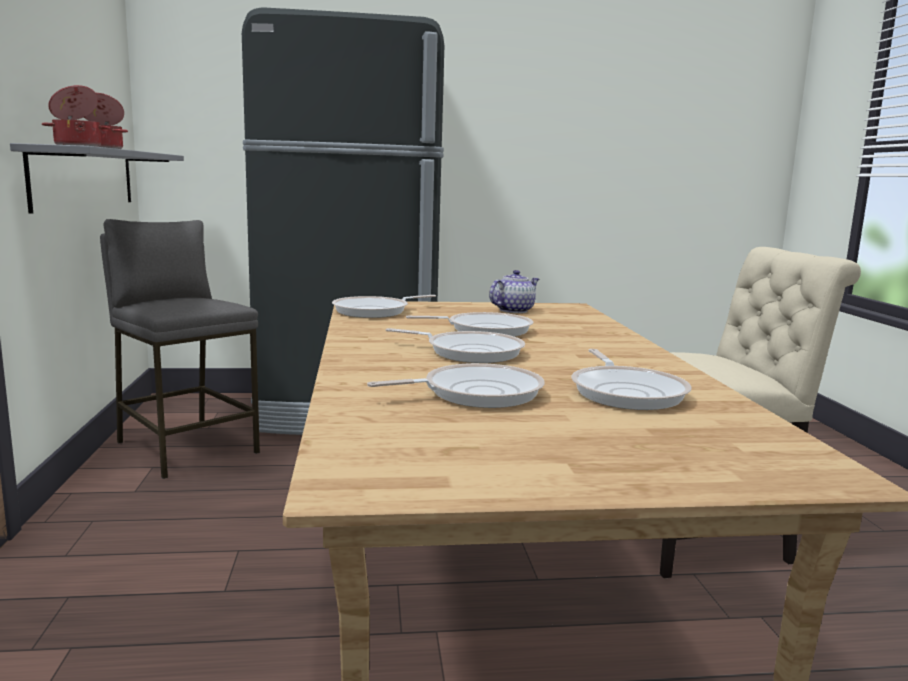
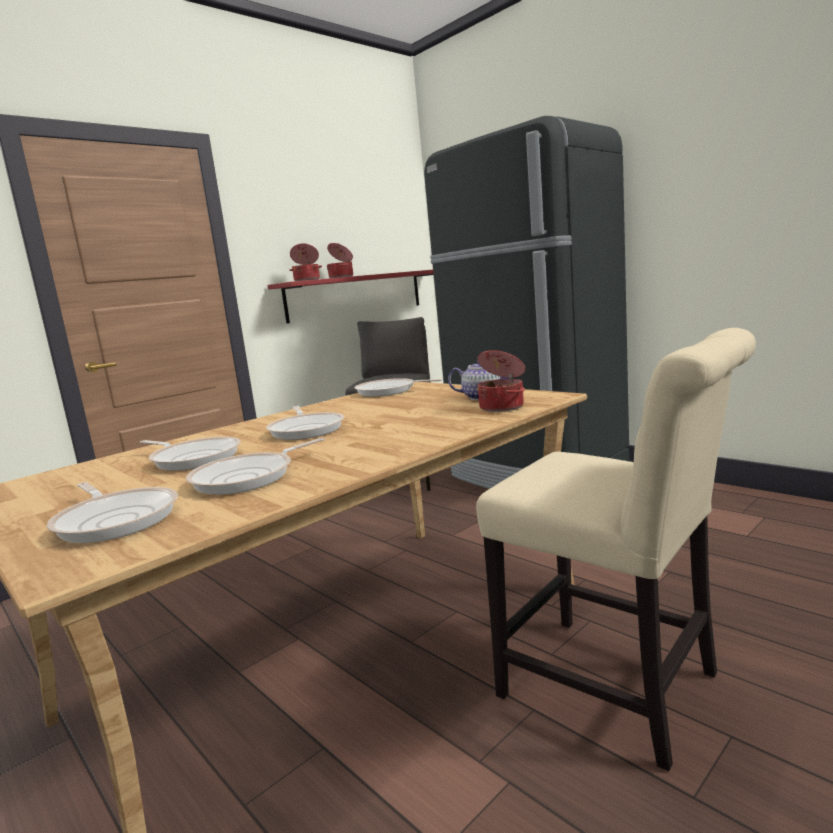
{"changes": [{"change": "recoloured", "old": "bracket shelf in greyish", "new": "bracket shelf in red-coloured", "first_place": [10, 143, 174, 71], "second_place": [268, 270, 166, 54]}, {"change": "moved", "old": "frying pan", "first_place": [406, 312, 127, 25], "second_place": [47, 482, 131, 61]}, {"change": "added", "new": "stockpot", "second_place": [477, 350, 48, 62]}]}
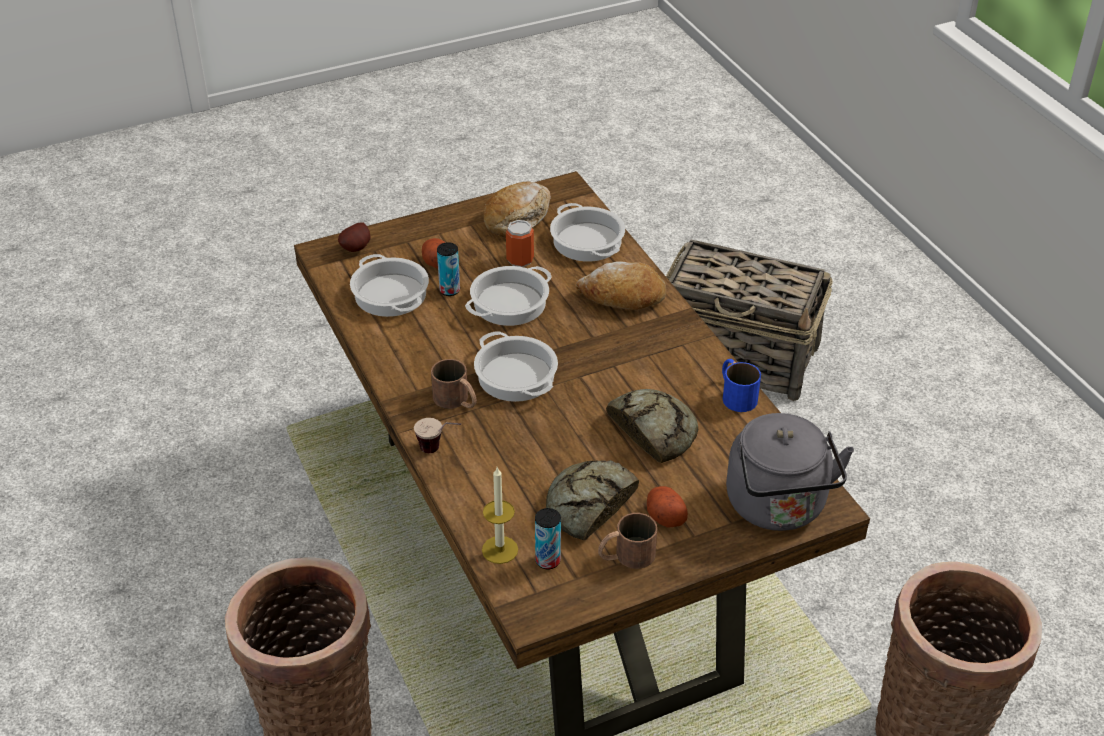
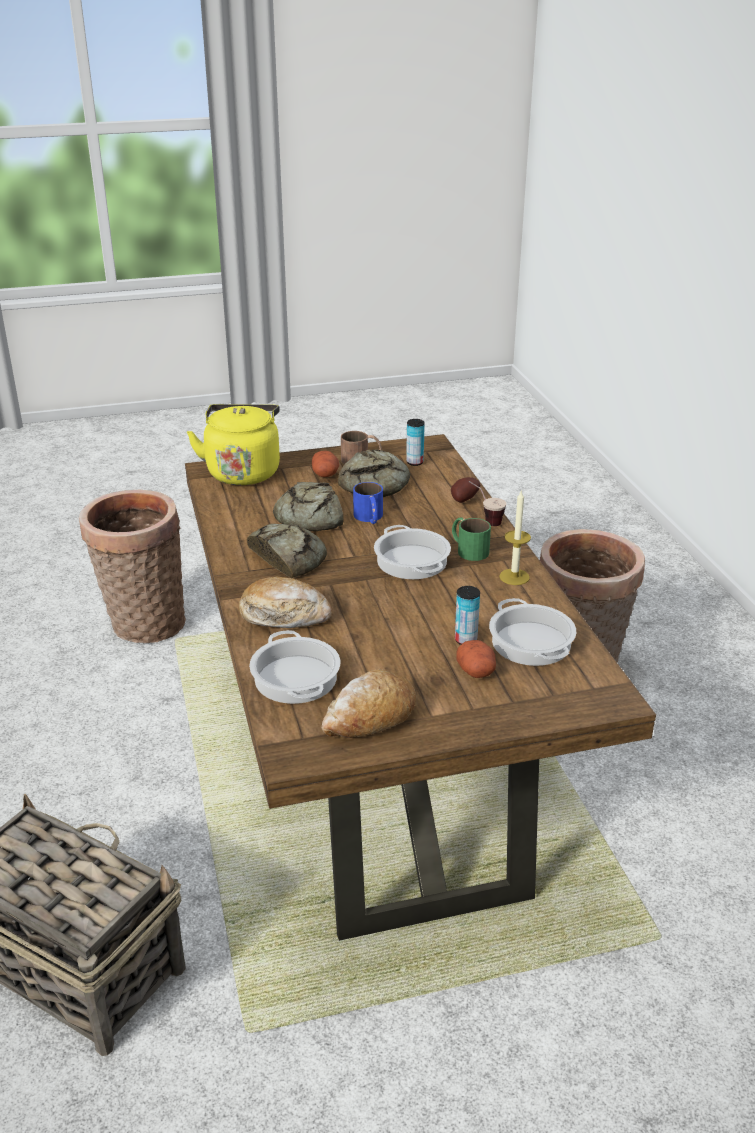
{"changes": [{"change": "removed", "old": "sealed can", "first_place": [506, 220, 28, 47]}, {"change": "moved", "old": "potato", "first_place": [338, 222, 33, 30], "second_place": [451, 477, 29, 26]}, {"change": "removed", "old": "stockpot", "first_place": [465, 266, 86, 60]}, {"change": "recoloured", "old": "coffee mug in brown-coloured", "new": "coffee mug in green", "first_place": [431, 359, 46, 50], "second_place": [452, 518, 39, 43]}, {"change": "moved", "old": "coffee mug in blue-coloured", "first_place": [722, 359, 39, 53], "second_place": [353, 482, 30, 42]}, {"change": "recoloured", "old": "water kettle in greyish", "new": "water kettle in yellow-coloured", "first_place": [726, 413, 128, 118], "second_place": [187, 404, 93, 81]}, {"change": "moved", "old": "wax candle", "first_place": [482, 467, 36, 97], "second_place": [499, 491, 32, 94]}, {"change": "added", "new": "bread", "second_place": [247, 524, 80, 54]}]}
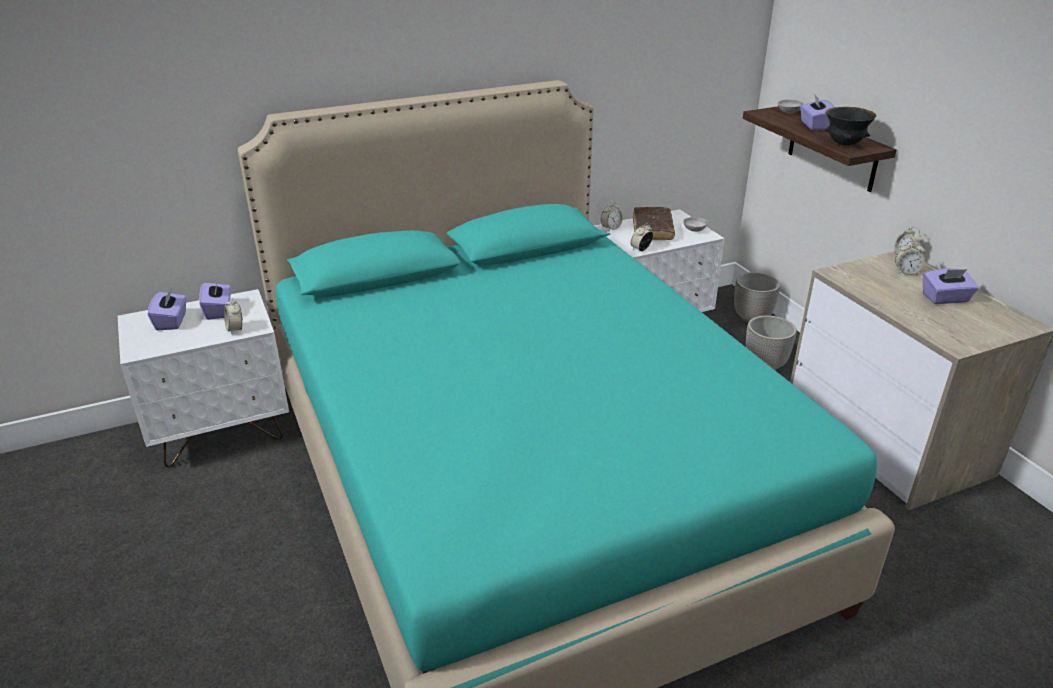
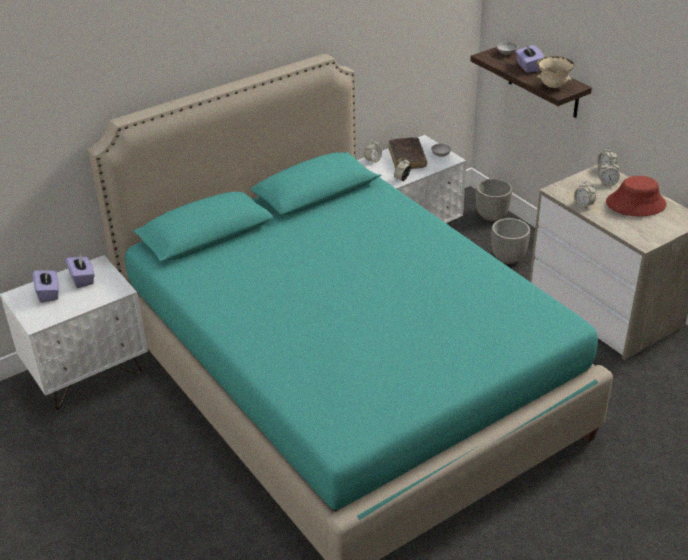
{"changes": [{"change": "recoloured", "old": "serving bowl in blackish", "new": "serving bowl in sand-coloured", "first_place": [824, 107, 52, 39], "second_place": [537, 56, 38, 32]}, {"change": "replaced", "old": "tissue holder in purplish", "new": "clothing hat in red-coloured", "first_place": [923, 268, 56, 36], "second_place": [606, 176, 61, 40]}, {"change": "moved", "old": "alarm clock", "first_place": [224, 297, 19, 37], "second_place": [574, 181, 22, 28]}]}
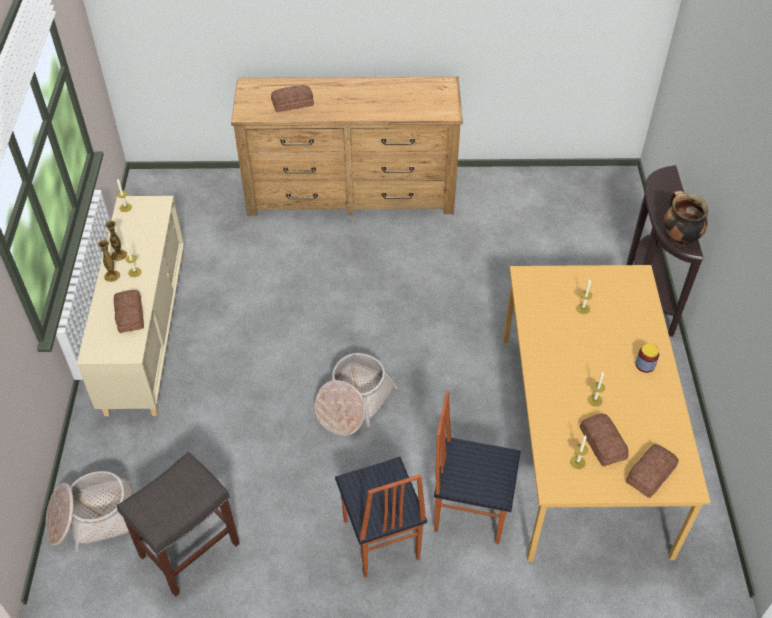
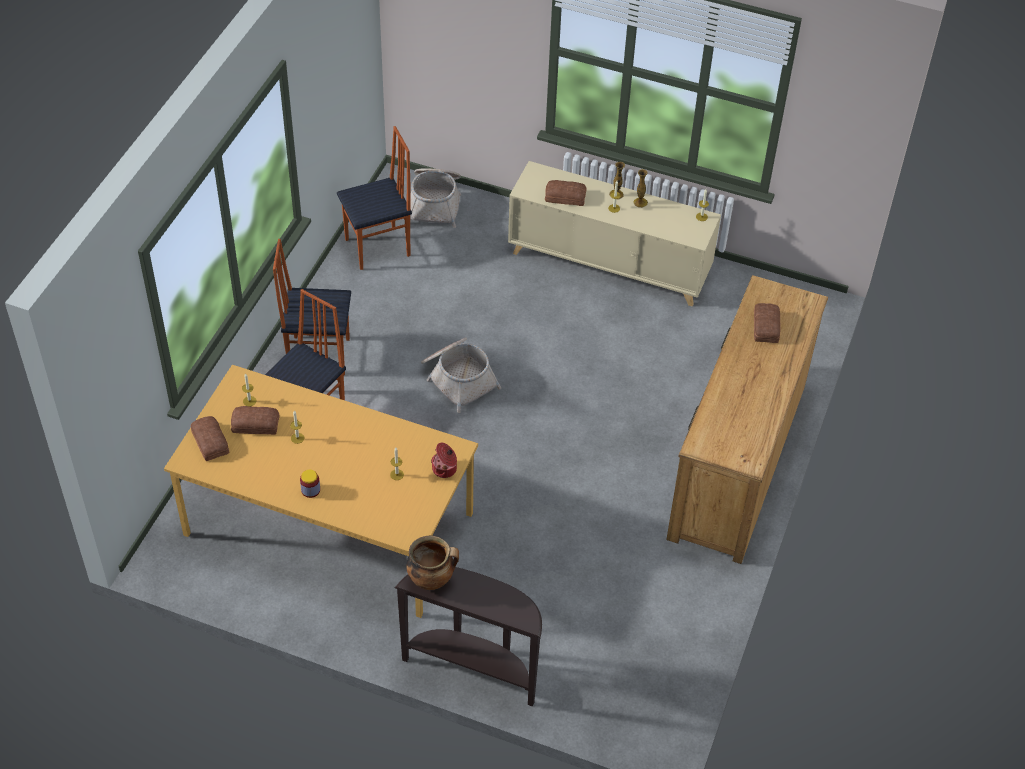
{"changes": [{"change": "replaced", "old": "stool in greyish", "new": "chair", "first_place": [117, 452, 123, 145], "second_place": [337, 126, 75, 144]}, {"change": "added", "new": "stockpot", "second_place": [431, 443, 26, 35]}]}
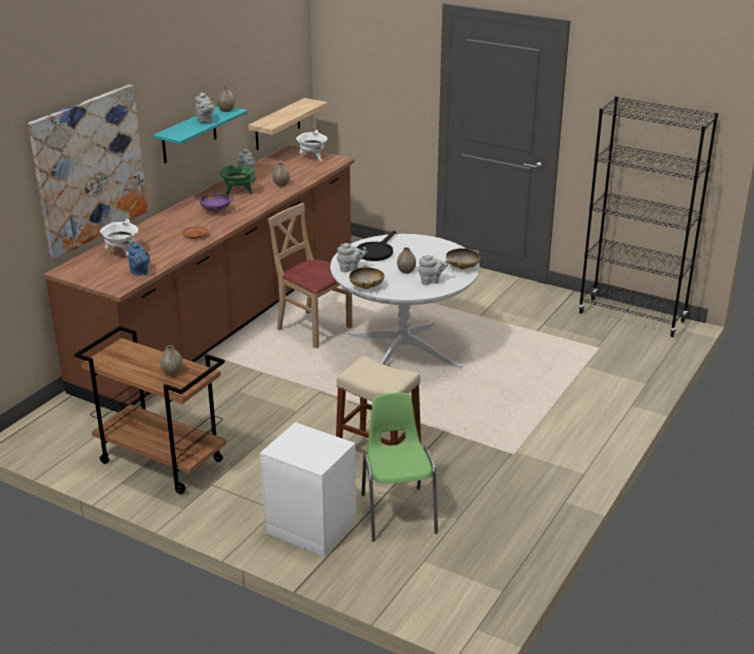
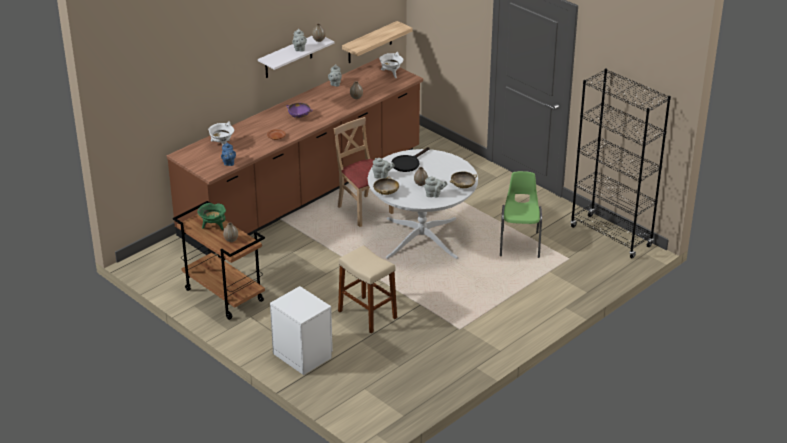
{"changes": [{"change": "removed", "old": "wall picture", "first_place": [28, 84, 119, 176]}, {"change": "recoloured", "old": "bracket shelf in blue-green", "new": "bracket shelf in white", "first_place": [153, 106, 95, 57], "second_place": [258, 36, 77, 42]}, {"change": "moved", "old": "stockpot in green", "first_place": [219, 165, 37, 30], "second_place": [197, 203, 29, 27]}, {"change": "moved", "old": "chair in green", "first_place": [362, 393, 76, 149], "second_place": [500, 171, 42, 87]}]}
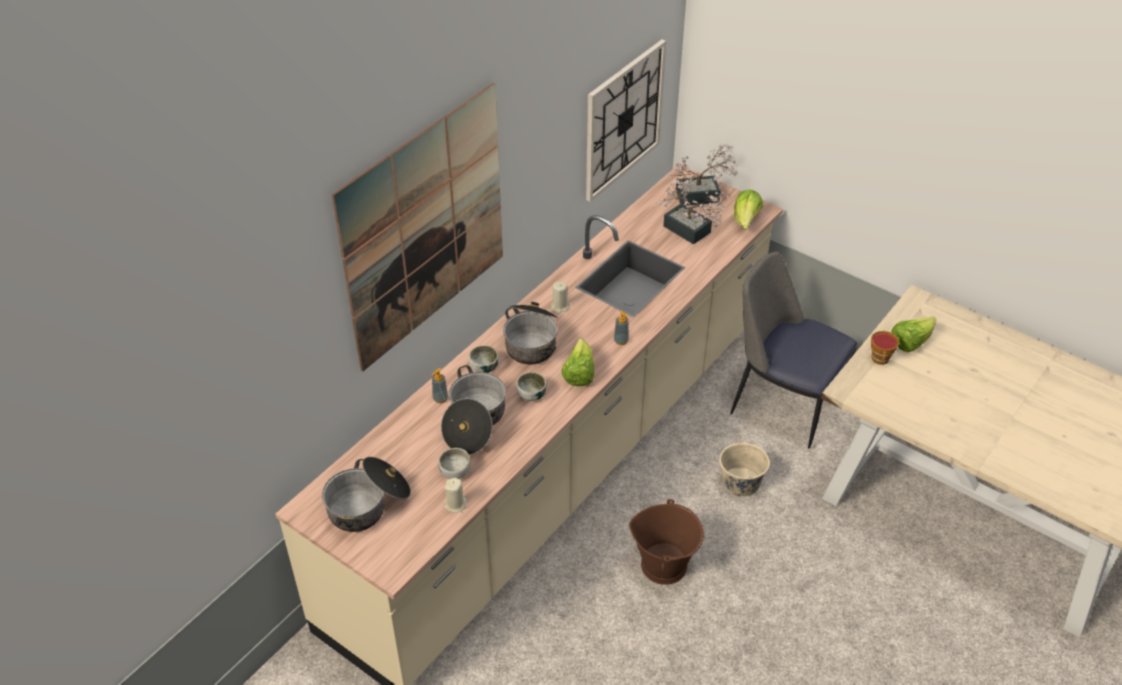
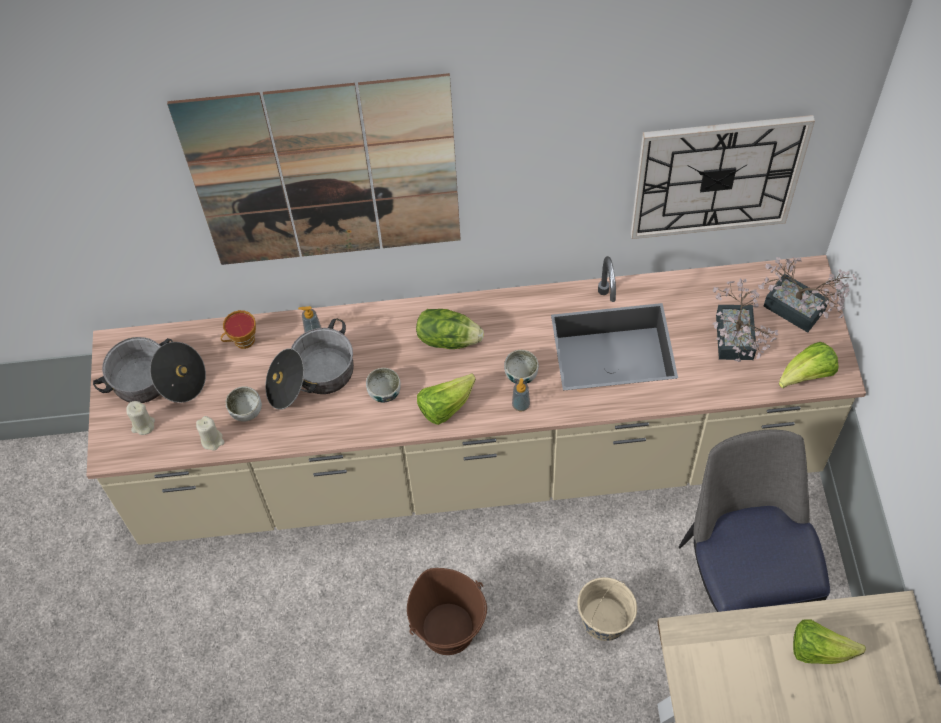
{"changes": [{"change": "moved", "old": "wax candle in sand-coloured", "first_place": [551, 281, 19, 33], "second_place": [126, 401, 29, 34]}, {"change": "replaced", "old": "stockpot", "new": "head of lettuce", "first_place": [503, 302, 55, 62], "second_place": [416, 309, 68, 40]}, {"change": "moved", "old": "cup", "first_place": [871, 331, 28, 34], "second_place": [221, 310, 35, 39]}, {"change": "moved", "old": "serving bowl", "first_place": [469, 345, 29, 28], "second_place": [504, 350, 35, 34]}]}
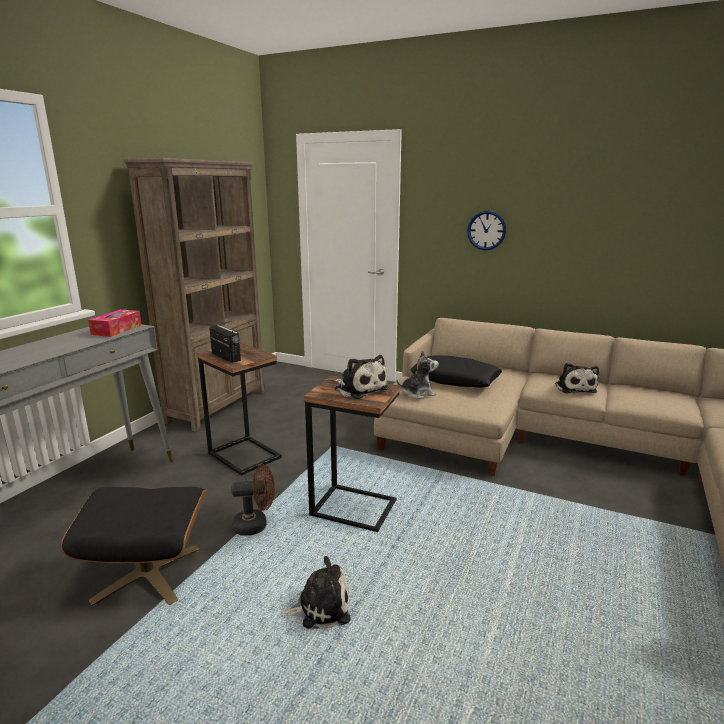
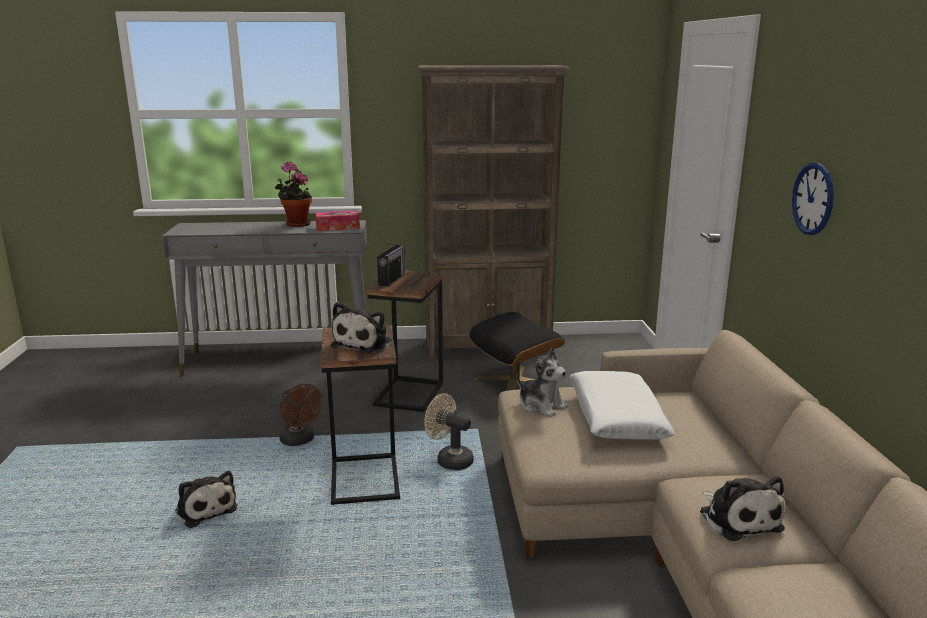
{"changes": [{"change": "recoloured", "old": "throw pillow in blackish", "new": "throw pillow in white", "first_place": [410, 355, 92, 32], "second_place": [570, 371, 105, 69]}, {"change": "turned", "old": "plush toy", "first_place": [555, 363, 44, 31], "second_place": [700, 476, 85, 65], "degrees": -75}, {"change": "moved", "old": "footrest in blackish", "first_place": [61, 486, 145, 120], "second_place": [469, 312, 96, 79]}, {"change": "added", "new": "houseplant", "second_place": [275, 161, 37, 66]}, {"change": "added", "new": "electric fan in sand-coloured", "second_place": [424, 393, 50, 77]}]}
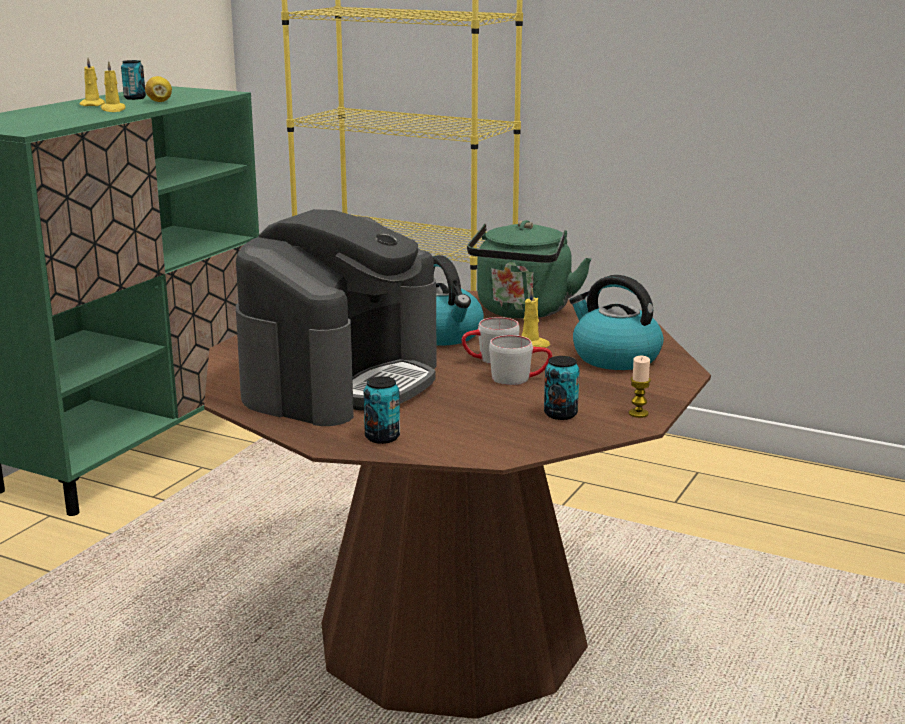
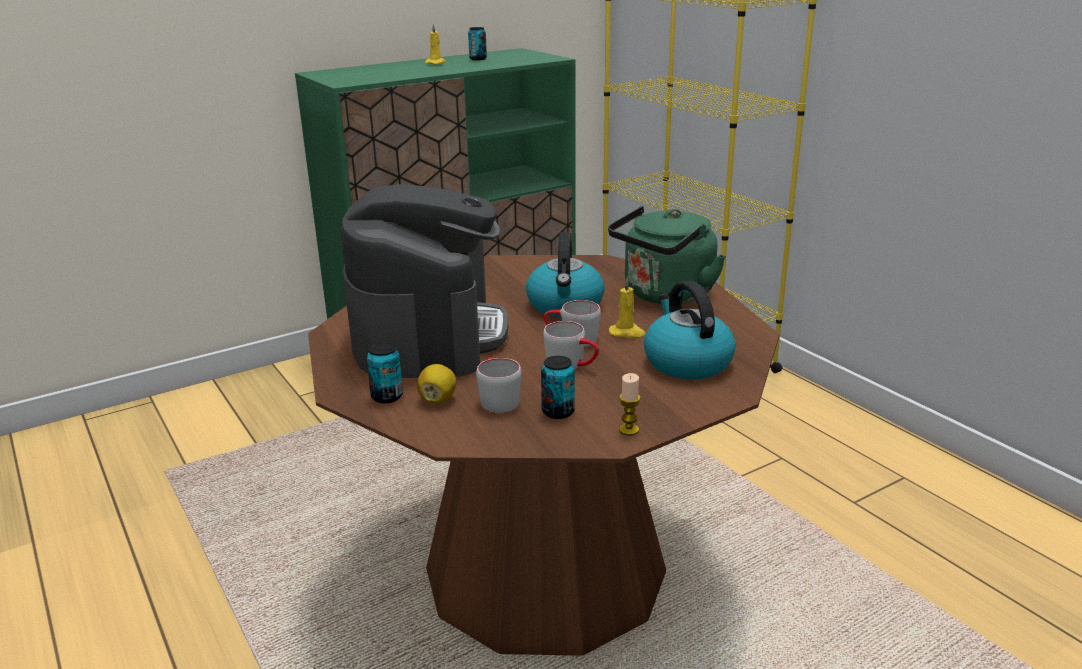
{"changes": [{"change": "removed", "old": "wax candle in yellow-coloured", "first_place": [100, 60, 25, 52]}, {"change": "moved", "old": "citrus fruit", "first_place": [145, 76, 27, 26], "second_place": [417, 364, 39, 40]}, {"change": "turned", "old": "coffee brewer", "first_place": [236, 209, 201, 217], "second_place": [341, 184, 167, 194], "degrees": -60}, {"change": "added", "new": "coffee mug in greyish", "second_place": [476, 357, 46, 56]}]}
